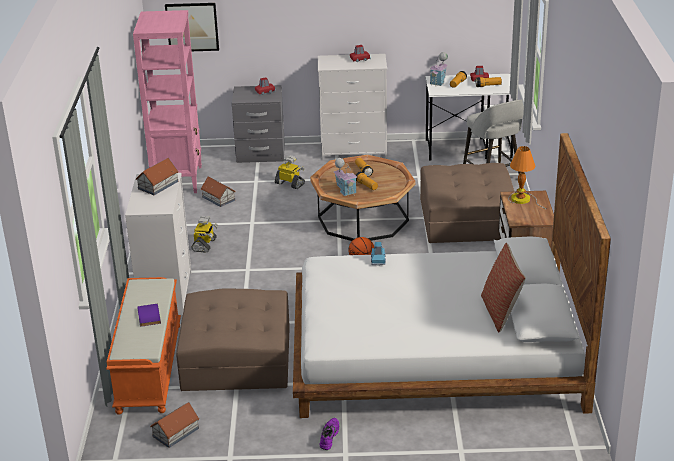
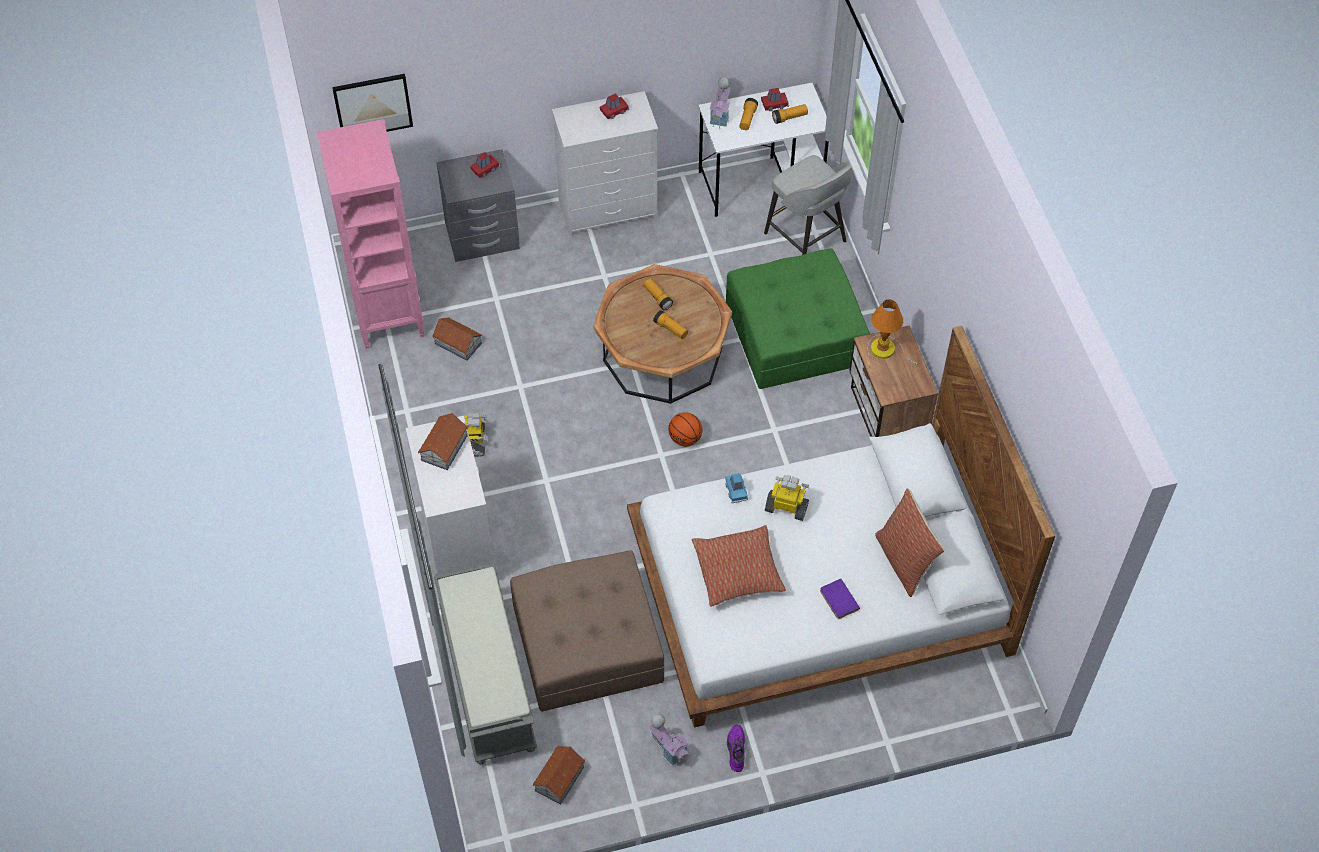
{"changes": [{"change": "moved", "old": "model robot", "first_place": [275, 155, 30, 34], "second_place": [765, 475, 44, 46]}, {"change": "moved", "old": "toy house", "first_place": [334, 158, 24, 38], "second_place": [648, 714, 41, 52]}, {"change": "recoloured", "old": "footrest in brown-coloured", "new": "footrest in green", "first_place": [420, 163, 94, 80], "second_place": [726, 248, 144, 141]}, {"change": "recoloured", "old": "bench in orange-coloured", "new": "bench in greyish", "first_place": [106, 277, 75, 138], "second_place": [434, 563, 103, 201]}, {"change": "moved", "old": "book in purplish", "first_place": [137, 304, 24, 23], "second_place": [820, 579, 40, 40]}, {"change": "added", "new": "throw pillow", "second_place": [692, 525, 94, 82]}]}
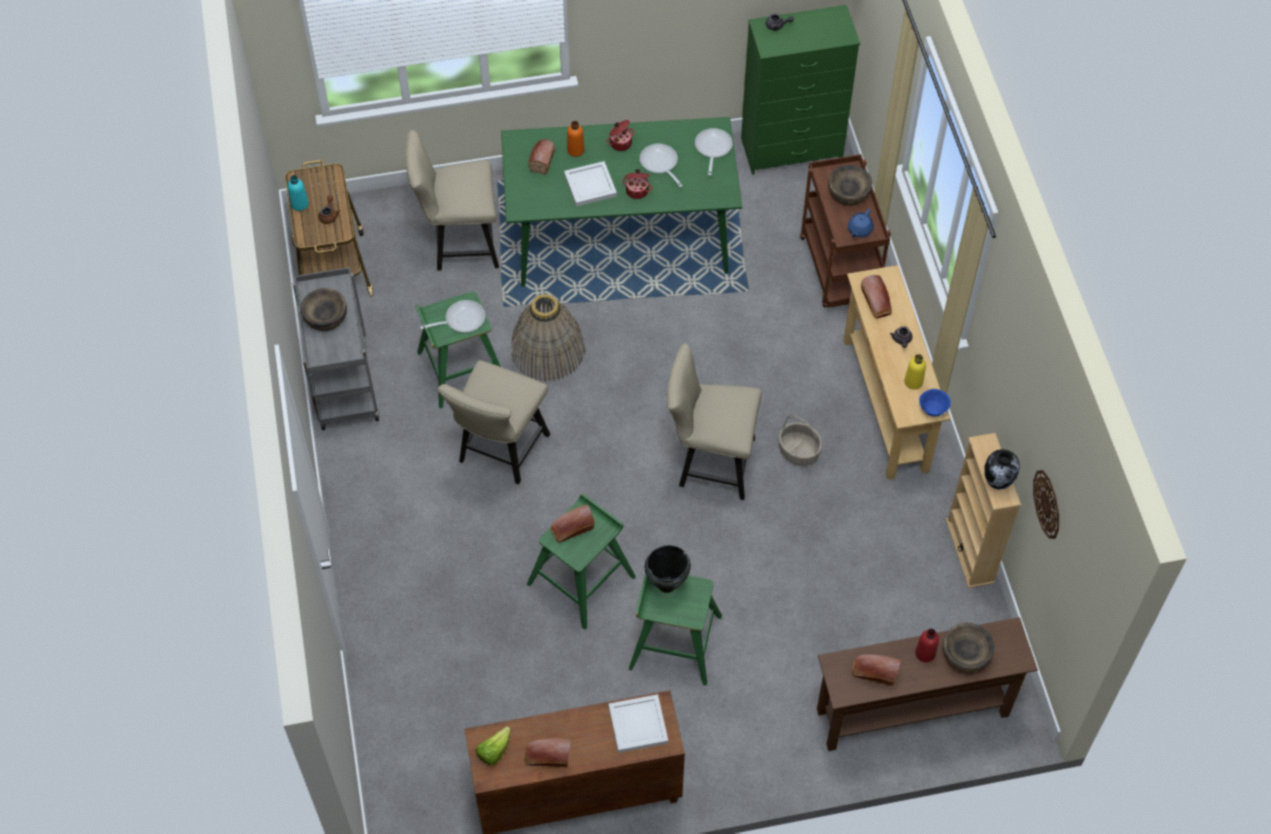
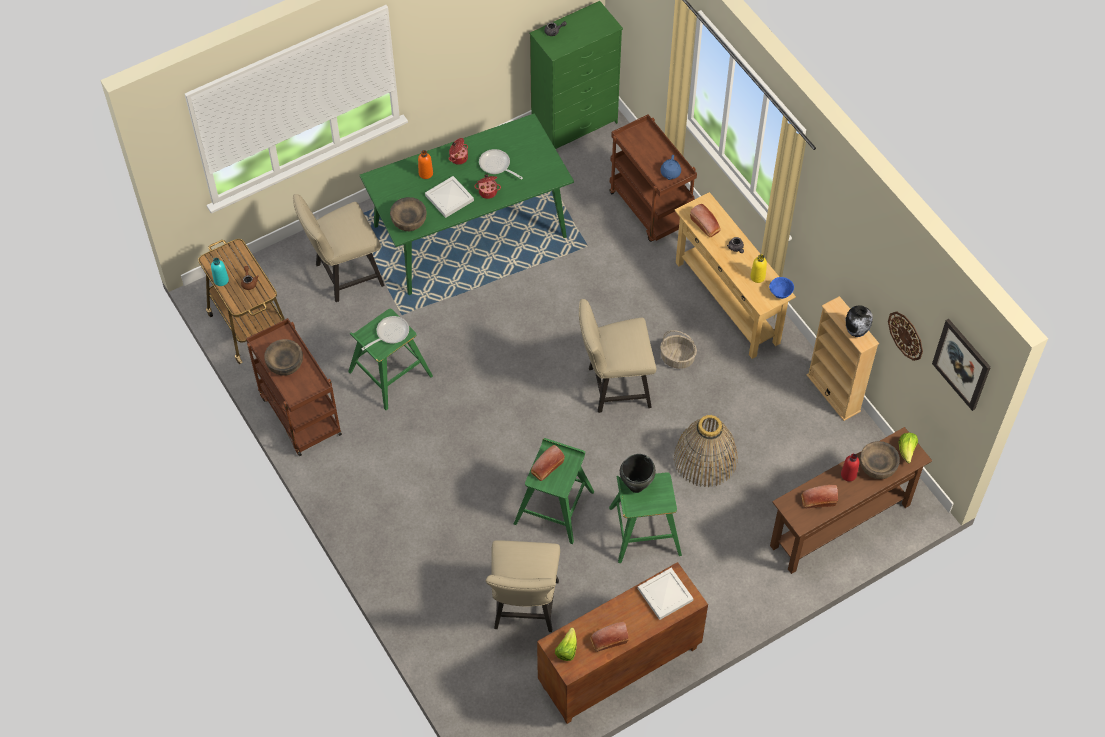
{"changes": [{"change": "removed", "old": "frying pan", "first_place": [695, 128, 38, 48]}, {"change": "removed", "old": "bread", "first_place": [528, 139, 27, 36]}, {"change": "moved", "old": "serving bowl in brown-coloured", "first_place": [828, 165, 44, 41], "second_place": [390, 197, 37, 34]}, {"change": "recoloured", "old": "cart in greyish", "new": "cart in brown-coloured", "first_place": [292, 267, 87, 163], "second_place": [246, 318, 96, 138]}, {"change": "moved", "old": "basket", "first_place": [511, 294, 74, 88], "second_place": [674, 415, 64, 72]}, {"change": "moved", "old": "chair in sand-coloured", "first_place": [438, 360, 112, 125], "second_place": [486, 540, 74, 92]}, {"change": "added", "new": "wall picture", "second_place": [932, 319, 59, 92]}, {"change": "added", "new": "head of lettuce", "second_place": [898, 432, 20, 31]}]}
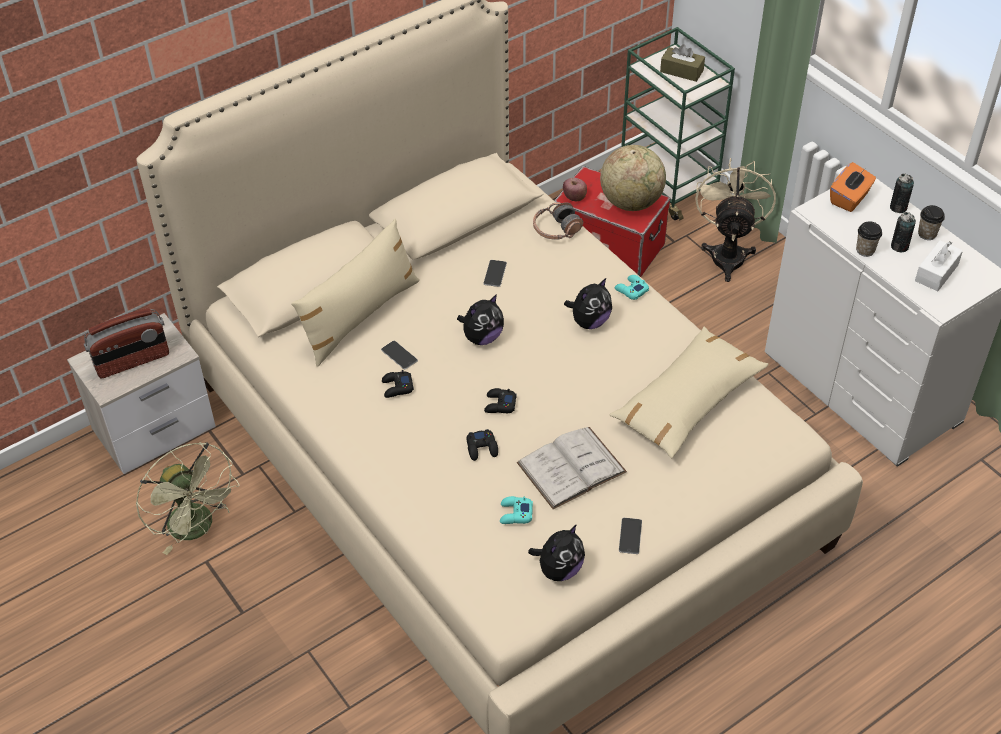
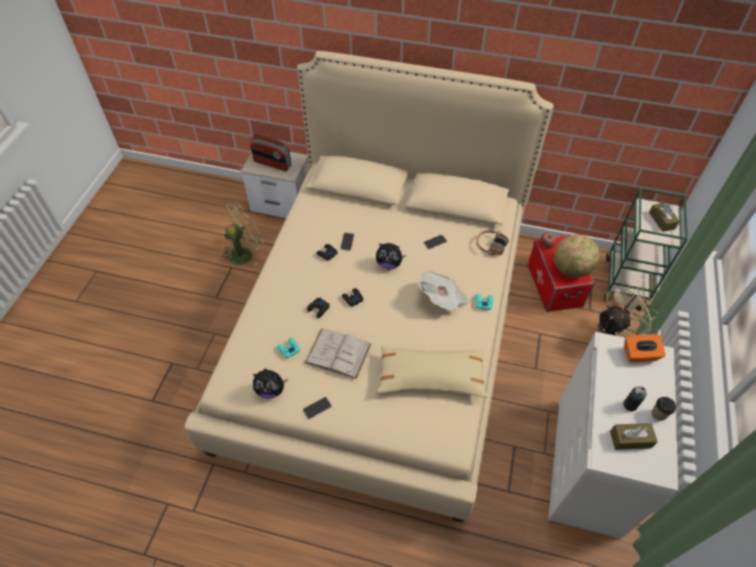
{"changes": [{"change": "removed", "old": "sealed can", "first_place": [890, 174, 24, 39]}, {"change": "removed", "old": "throw pillow in sand-coloured", "first_place": [291, 219, 129, 148]}, {"change": "removed", "old": "cup", "first_place": [856, 221, 26, 36]}, {"change": "recoloured", "old": "tissue holder in white", "new": "tissue holder in brown-coloured", "first_place": [915, 240, 48, 51], "second_place": [610, 423, 48, 27]}, {"change": "replaced", "old": "plush toy", "new": "newspaper", "first_place": [564, 278, 48, 51], "second_place": [418, 270, 52, 41]}, {"change": "turned", "old": "electric fan in green", "first_place": [135, 442, 105, 113], "second_place": [220, 201, 43, 65], "degrees": -135}]}
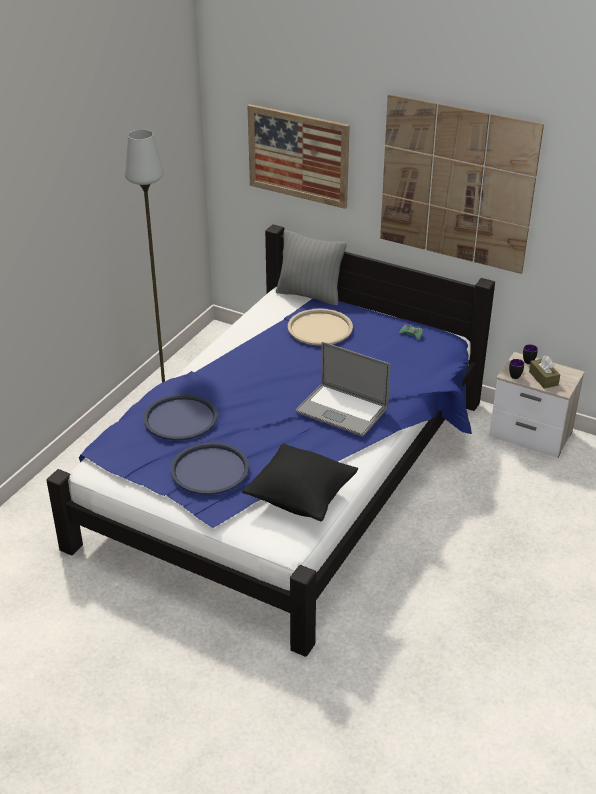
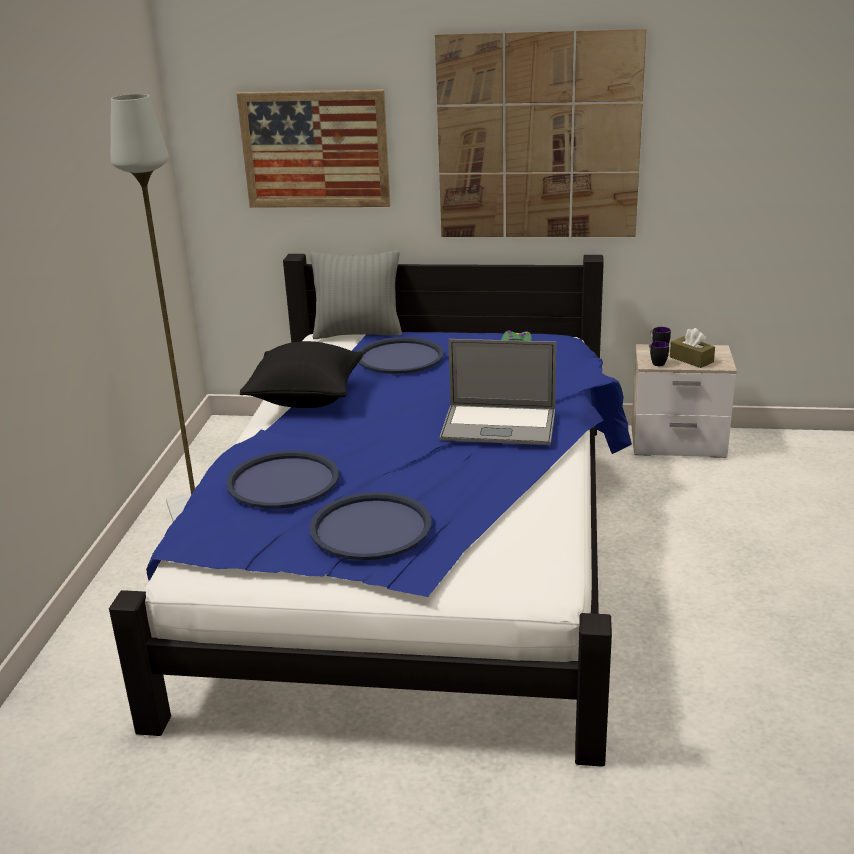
{"changes": [{"change": "recoloured", "old": "carrying tray in sand-coloured", "new": "carrying tray in blue-coloured", "first_place": [288, 309, 65, 37], "second_place": [358, 337, 86, 37]}, {"change": "moved", "old": "throw pillow in blackish", "first_place": [242, 443, 116, 78], "second_place": [240, 341, 123, 67]}]}
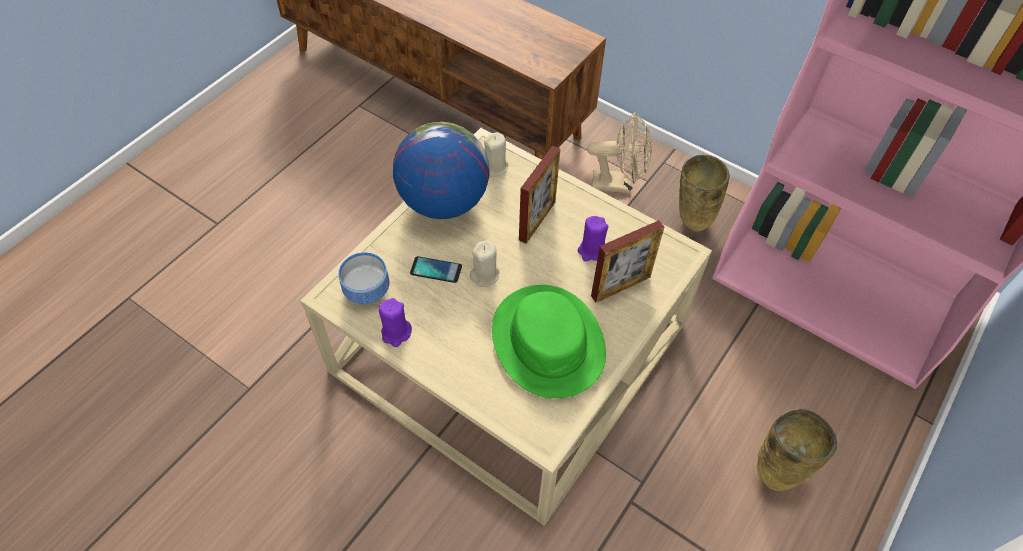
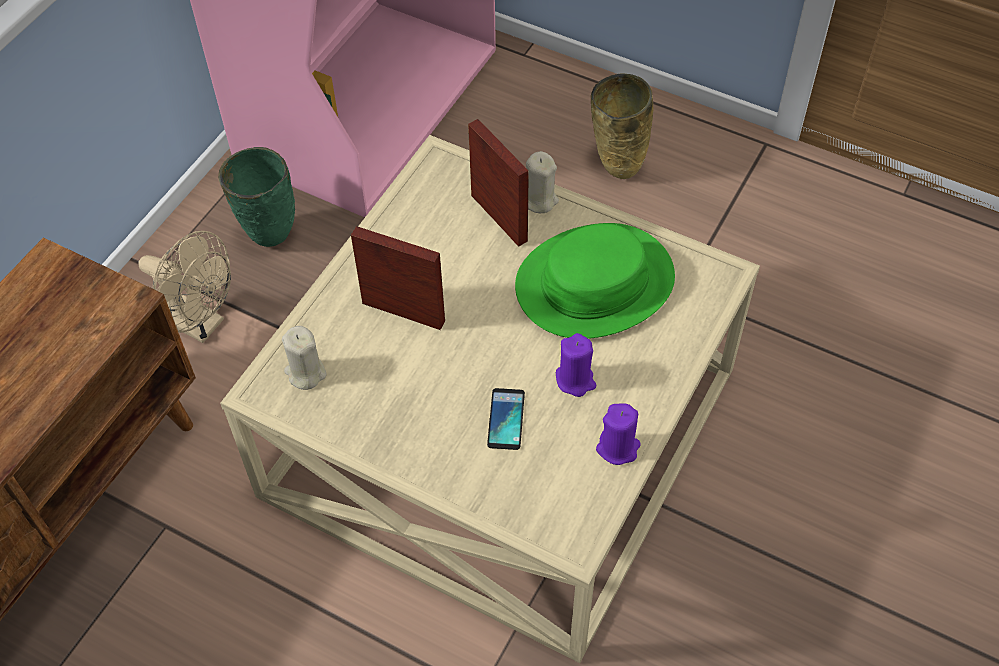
{"changes": [{"change": "turned", "old": "electric fan in sand-coloured", "first_place": [588, 112, 64, 81], "second_place": [138, 231, 93, 112], "degrees": 120}, {"change": "removed", "old": "globe", "first_place": [393, 122, 97, 97]}, {"change": "recoloured", "old": "decorative vase in sand-coloured", "new": "decorative vase in green", "first_place": [679, 155, 51, 77], "second_place": [218, 147, 77, 100]}, {"change": "moved", "old": "wax candle in purplish", "first_place": [577, 216, 31, 46], "second_place": [556, 333, 40, 64]}, {"change": "moved", "old": "wax candle in sand-coloured", "first_place": [470, 240, 29, 47], "second_place": [526, 151, 33, 62]}, {"change": "removed", "old": "serving bowl", "first_place": [338, 252, 51, 52]}]}
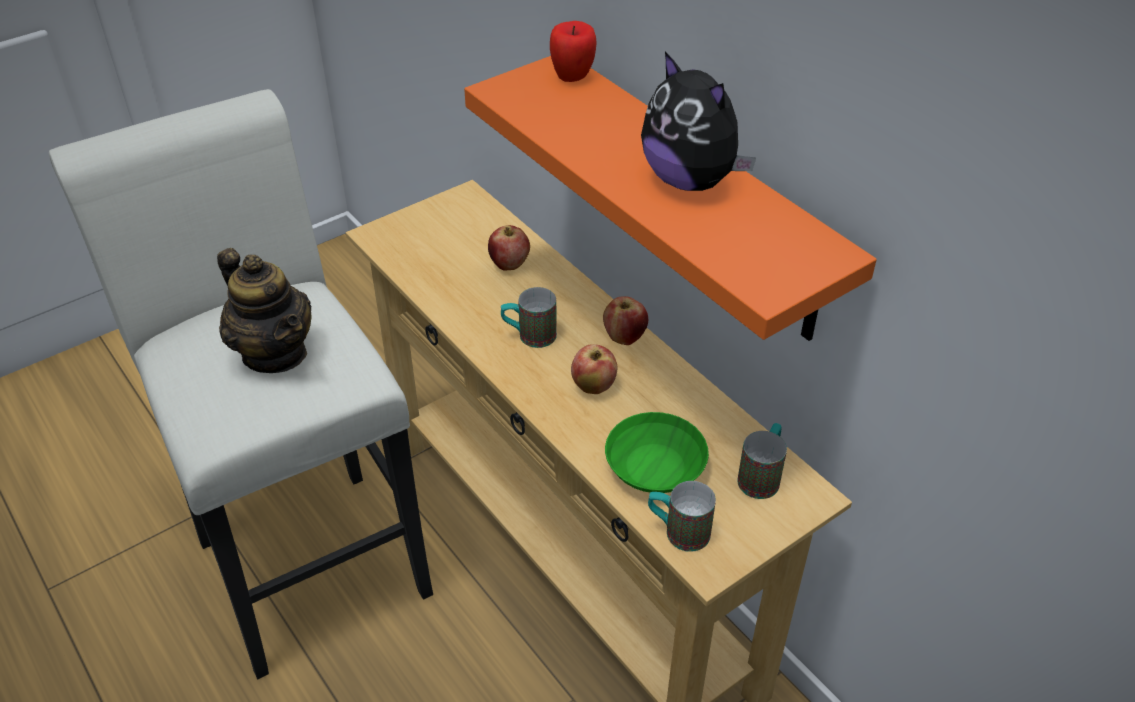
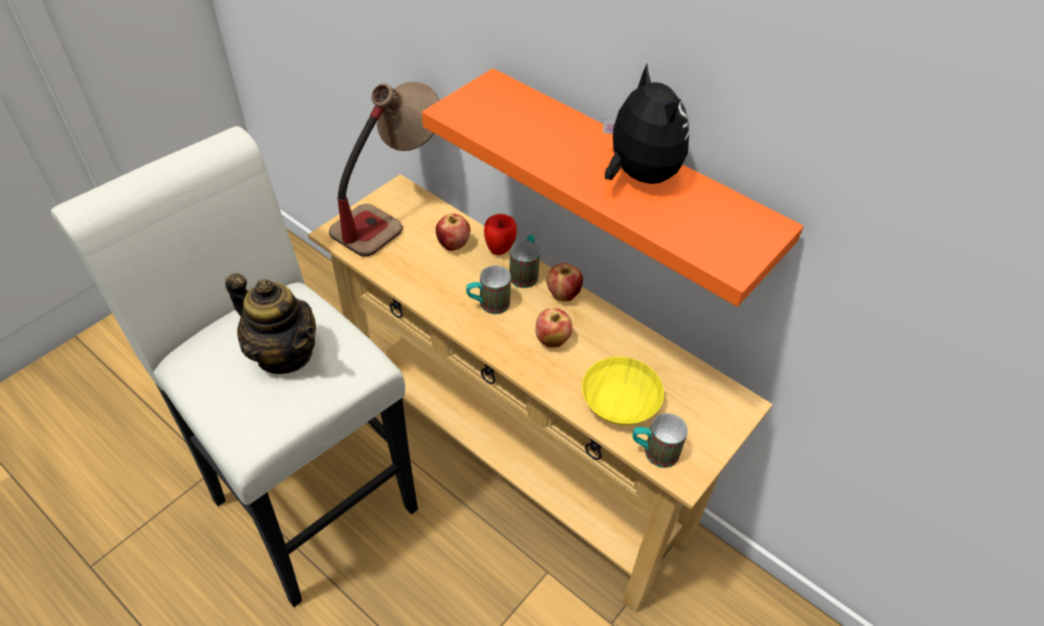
{"changes": [{"change": "moved", "old": "apple fruit", "first_place": [550, 21, 46, 61], "second_place": [484, 214, 33, 41]}, {"change": "turned", "old": "plush toy", "first_place": [641, 51, 115, 140], "second_place": [603, 64, 86, 120], "degrees": -150}, {"change": "recoloured", "old": "serving bowl in green", "new": "serving bowl in yellow-coloured", "first_place": [605, 412, 104, 81], "second_place": [582, 357, 82, 68]}, {"change": "moved", "old": "coffee mug", "first_place": [737, 423, 50, 76], "second_place": [510, 235, 30, 53]}, {"change": "added", "new": "table lamp", "second_place": [329, 82, 111, 175]}]}
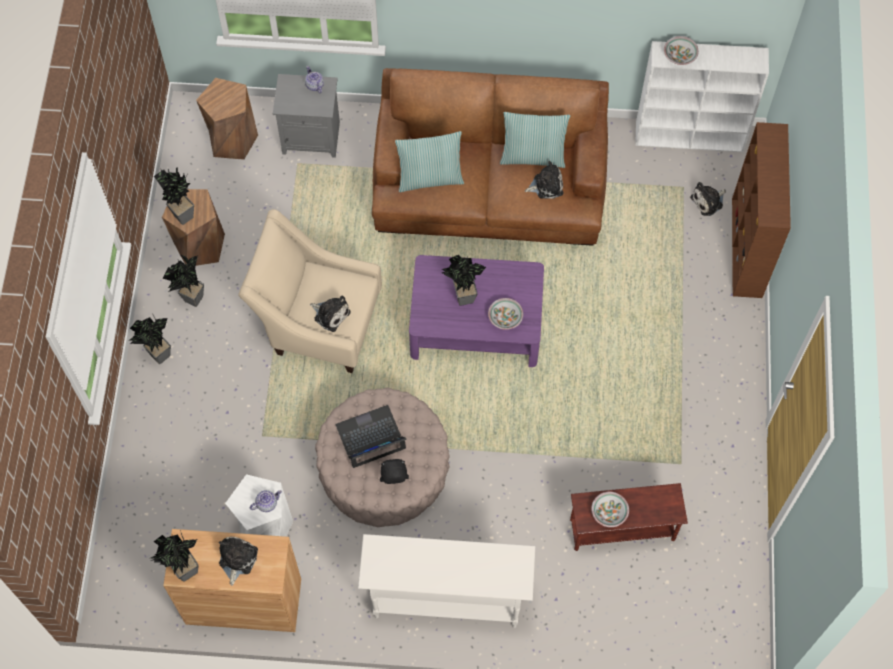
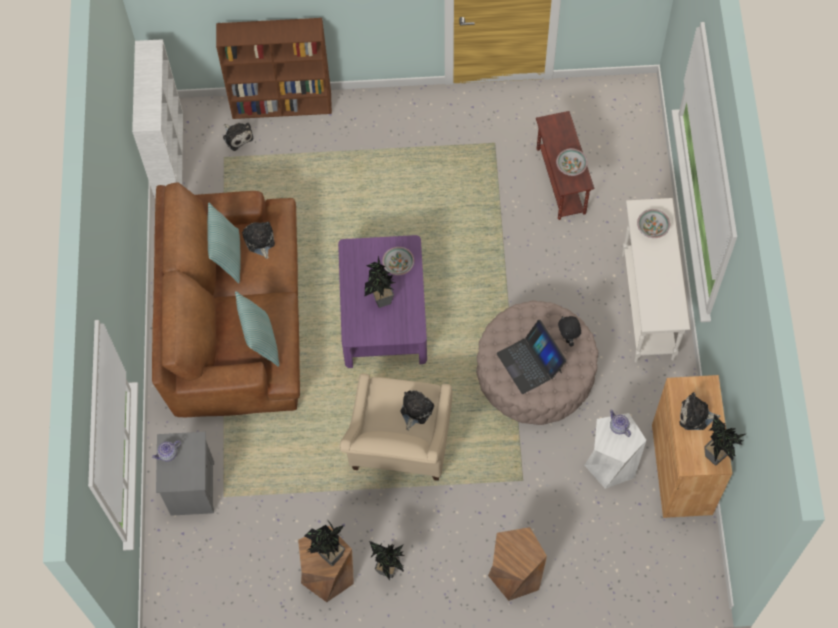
{"changes": [{"change": "moved", "old": "serving bowl", "first_place": [664, 36, 35, 29], "second_place": [637, 209, 33, 29]}, {"change": "moved", "old": "stool in brown-coloured", "first_place": [196, 78, 62, 82], "second_place": [488, 527, 59, 74]}, {"change": "removed", "old": "houseplant", "first_place": [130, 313, 41, 51]}]}
